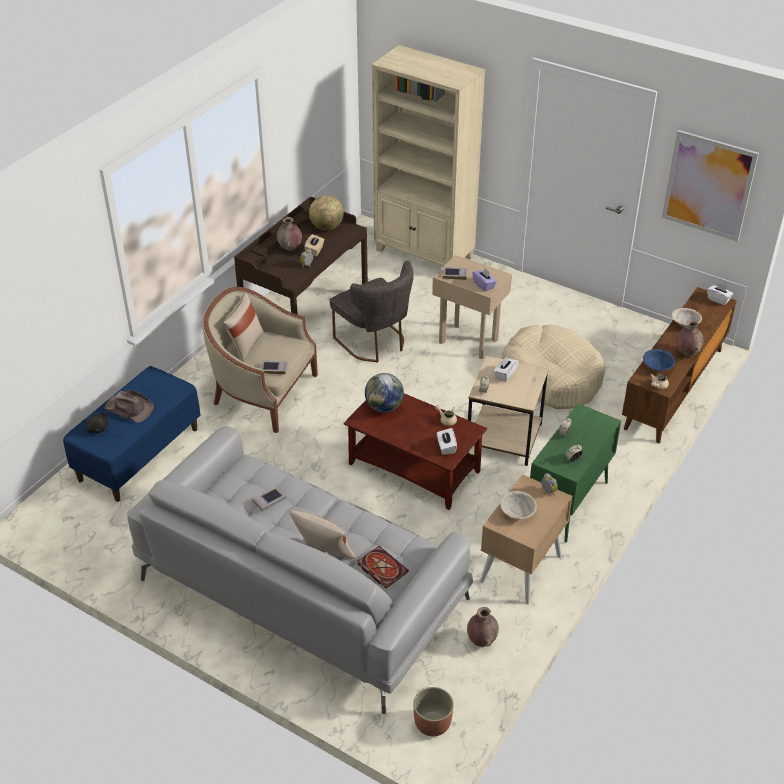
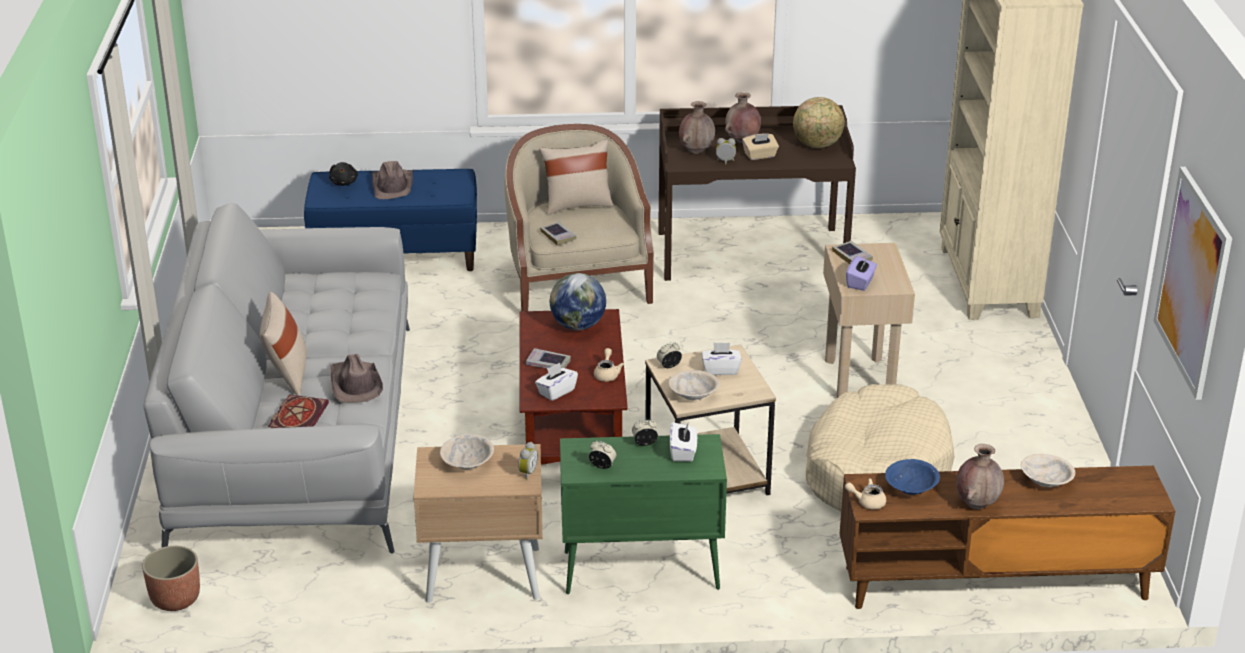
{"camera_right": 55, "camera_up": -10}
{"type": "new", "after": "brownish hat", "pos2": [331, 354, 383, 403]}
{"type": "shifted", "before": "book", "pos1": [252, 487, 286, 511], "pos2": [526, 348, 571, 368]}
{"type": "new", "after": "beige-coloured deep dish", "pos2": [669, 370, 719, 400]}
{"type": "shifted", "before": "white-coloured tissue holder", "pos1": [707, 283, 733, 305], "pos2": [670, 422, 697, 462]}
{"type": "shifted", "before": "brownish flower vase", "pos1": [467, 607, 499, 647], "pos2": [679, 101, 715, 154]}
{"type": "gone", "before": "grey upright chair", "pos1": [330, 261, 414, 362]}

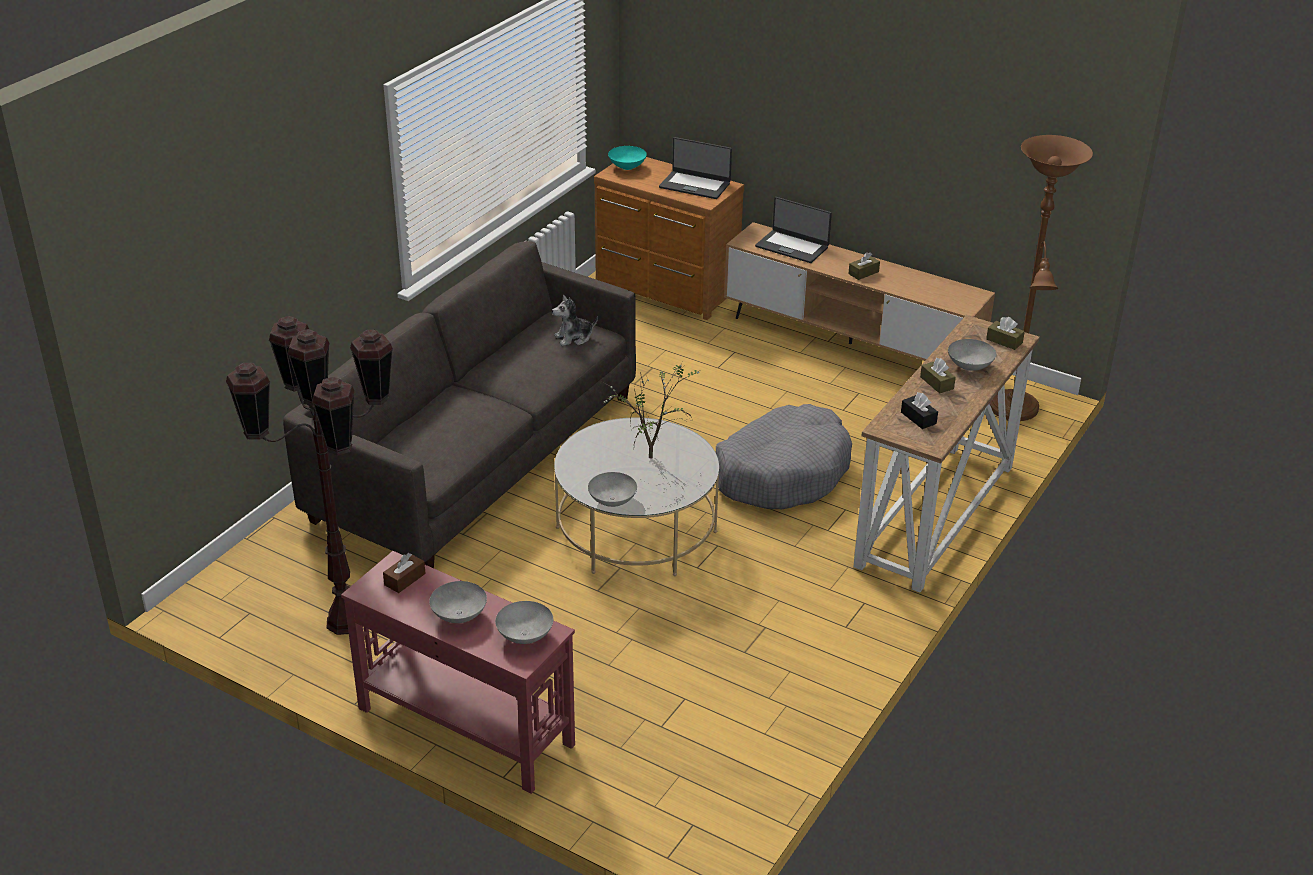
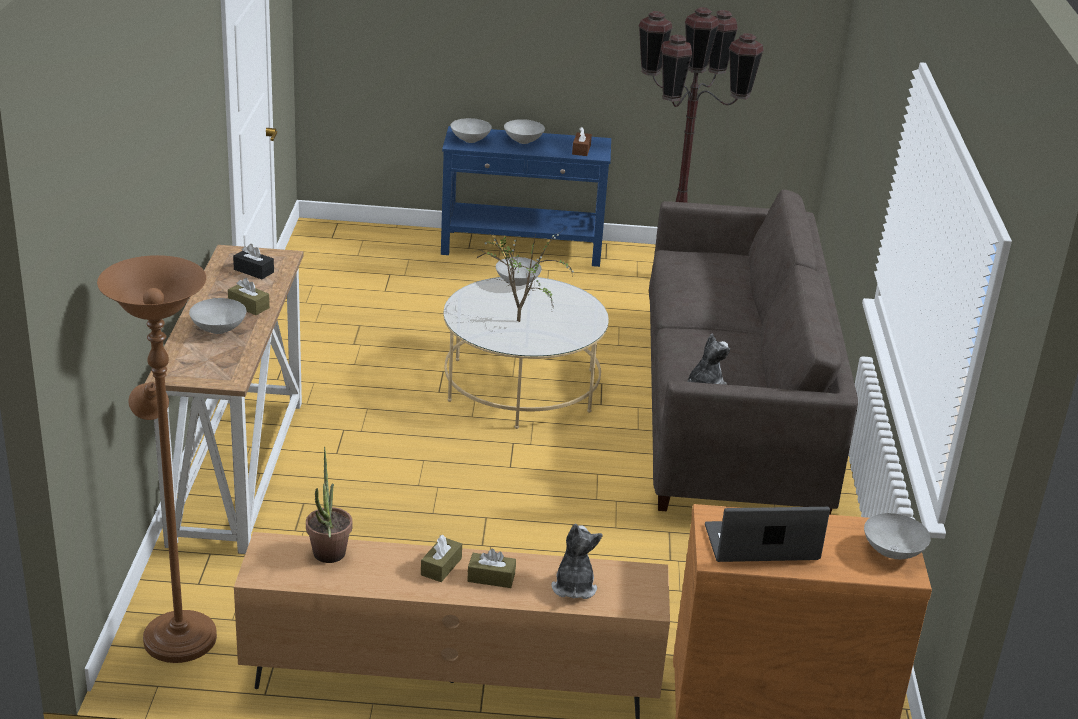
{"camera_right": 150, "camera_up": -5}
{"type": "new", "after": "potted plant", "pos2": [306, 447, 352, 563]}
{"type": "repainted", "before": "red-coloured console table", "after": "blue-coloured console table", "pos1": [341, 551, 575, 794], "pos2": [441, 126, 611, 267]}
{"type": "shifted", "before": "brownish tissue holder", "pos1": [986, 317, 1025, 350], "pos2": [467, 548, 516, 588]}
{"type": "swapped", "before": "portable computer", "after": "plush toy", "pos1": [755, 197, 832, 263], "pos2": [551, 524, 603, 599]}
{"type": "repainted", "before": "turquoise-coloured deep dish", "after": "grey deep dish", "pos1": [608, 146, 647, 170], "pos2": [864, 513, 931, 559]}
{"type": "gone", "before": "grey pet bed", "pos1": [716, 404, 852, 509]}

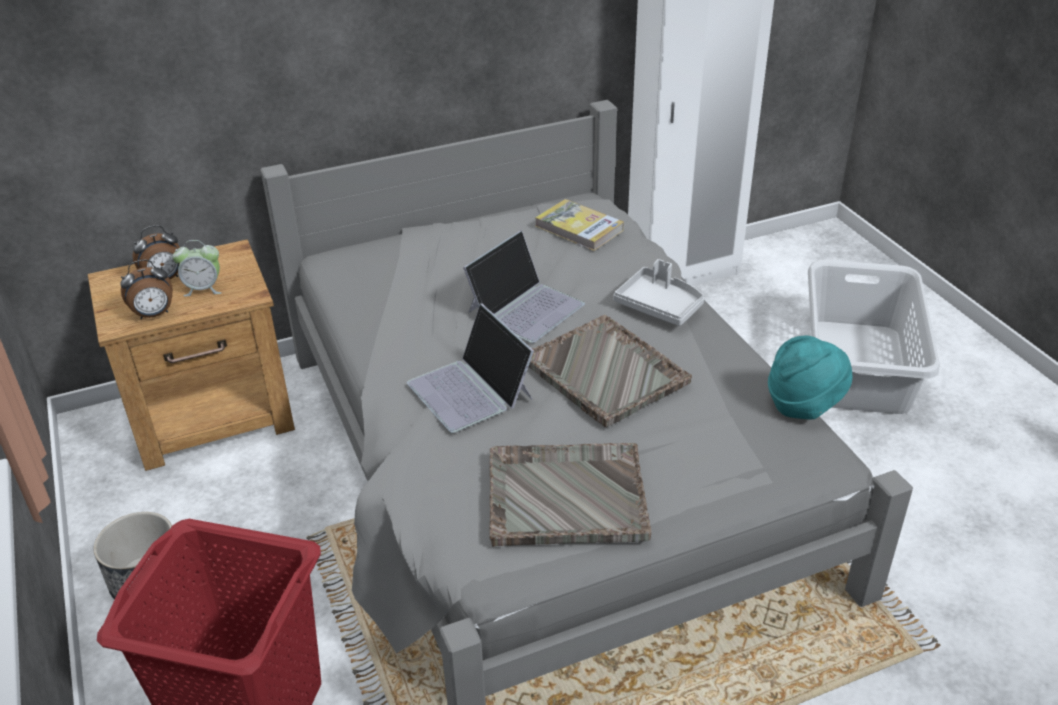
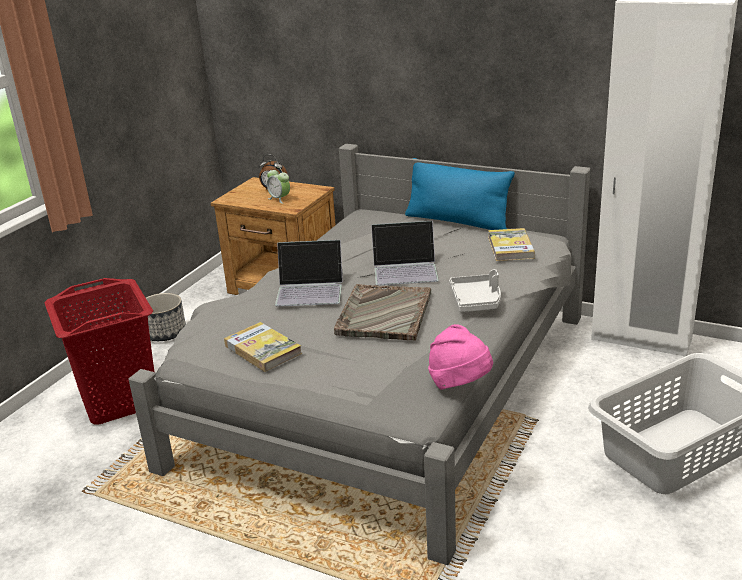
{"camera_right": 50, "camera_up": -10}
{"type": "swapped", "before": "grey serving tray", "after": "book", "pos1": [489, 443, 651, 547], "pos2": [224, 322, 302, 372]}
{"type": "rotated", "before": "portable computer", "pos1": [407, 304, 534, 433], "pos2": [275, 240, 343, 307], "turn": -105}
{"type": "new", "after": "blue-coloured throw pillow", "pos2": [405, 158, 515, 230]}
{"type": "repainted", "before": "turquoise-coloured hat", "after": "pink hat", "pos1": [768, 336, 852, 420], "pos2": [428, 324, 493, 390]}
{"type": "gone", "before": "table clock", "pos1": [121, 259, 173, 319]}

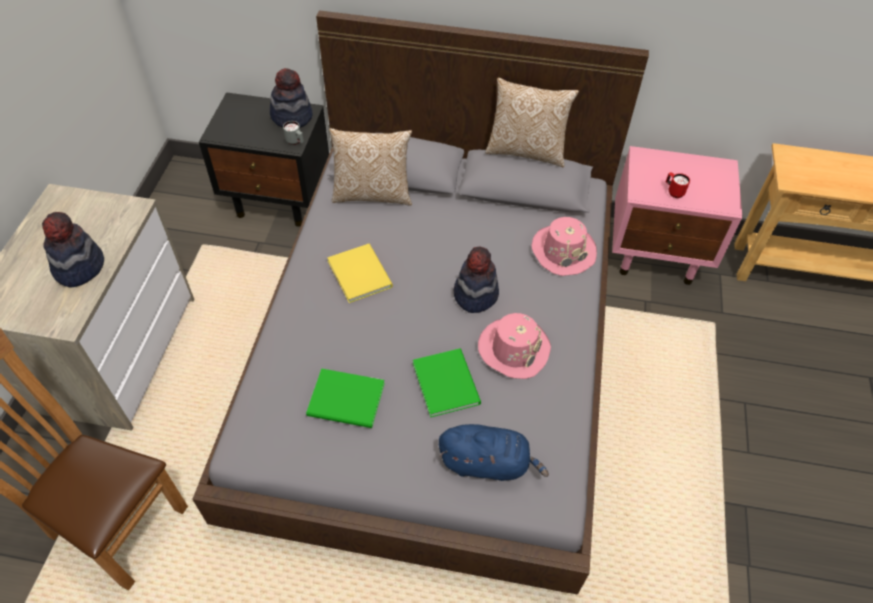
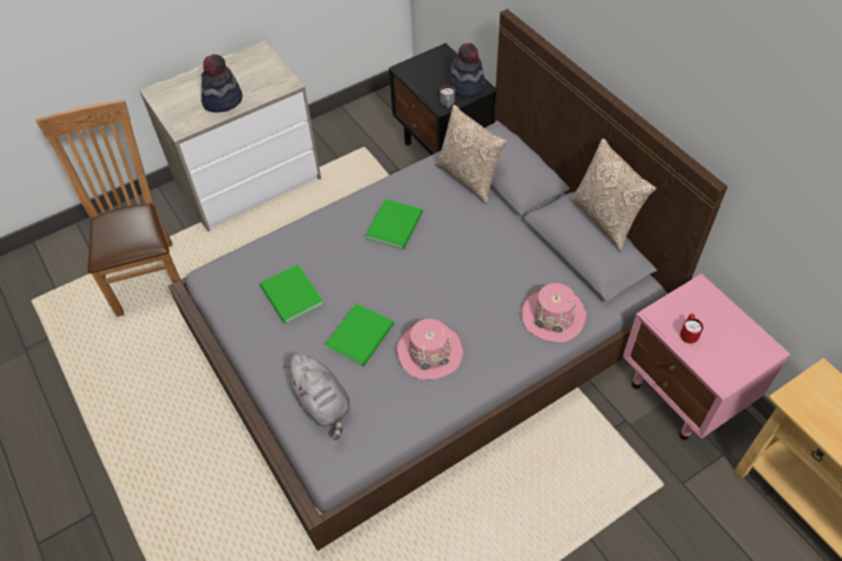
{"camera_right": 50, "camera_up": 0}
{"type": "repainted", "before": "blue-coloured plush toy", "after": "grey plush toy", "pos1": [439, 424, 549, 481], "pos2": [283, 354, 351, 440]}
{"type": "repainted", "before": "yellow-coloured book", "after": "green-coloured book", "pos1": [328, 244, 393, 303], "pos2": [365, 199, 423, 249]}
{"type": "gone", "before": "hat", "pos1": [454, 247, 499, 313]}

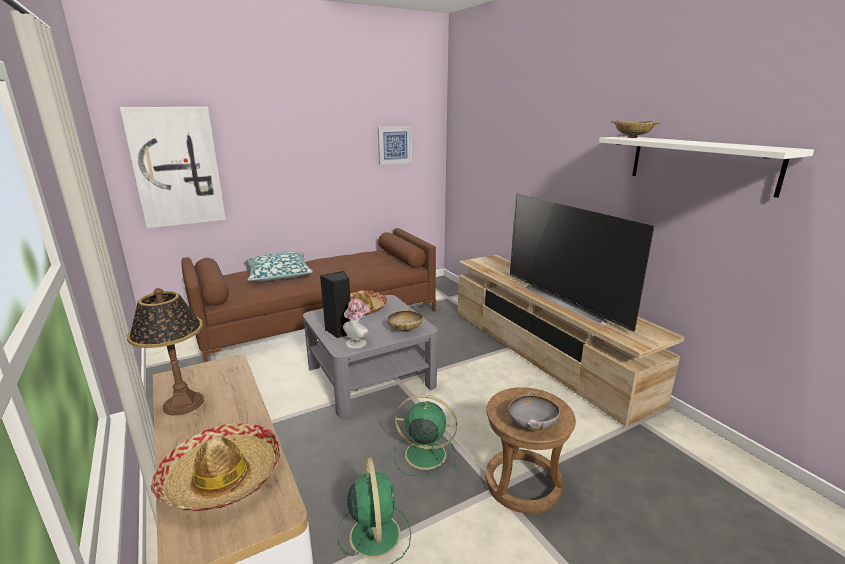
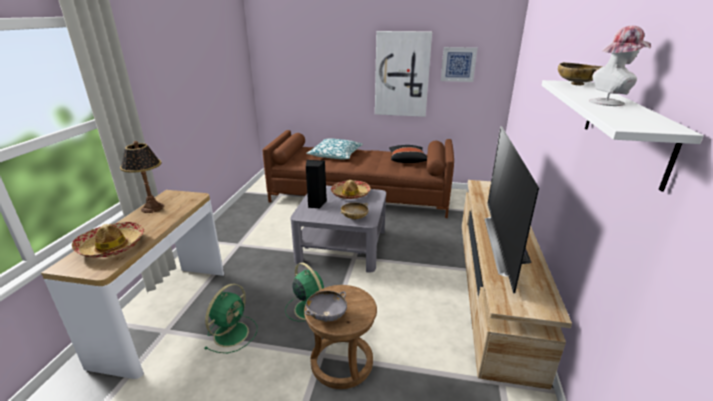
{"camera_right": 40, "camera_up": 5}
{"type": "shifted", "before": "wall art", "pos1": [120, 107, 226, 228], "pos2": [375, 31, 432, 117]}
{"type": "new", "after": "blackish throw pillow", "pos2": [389, 145, 427, 163]}
{"type": "shifted", "before": "hat", "pos1": [343, 299, 370, 349], "pos2": [589, 26, 651, 106]}

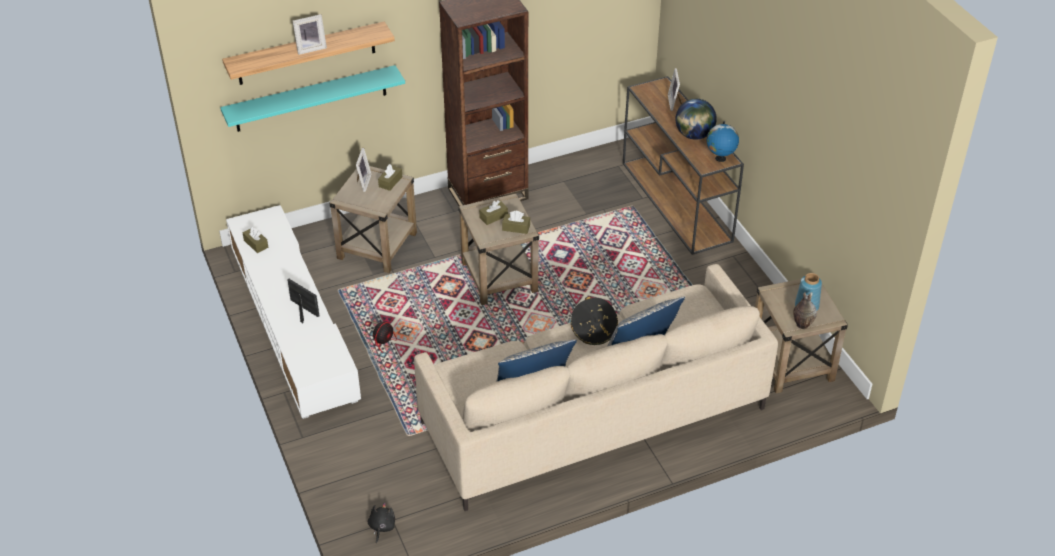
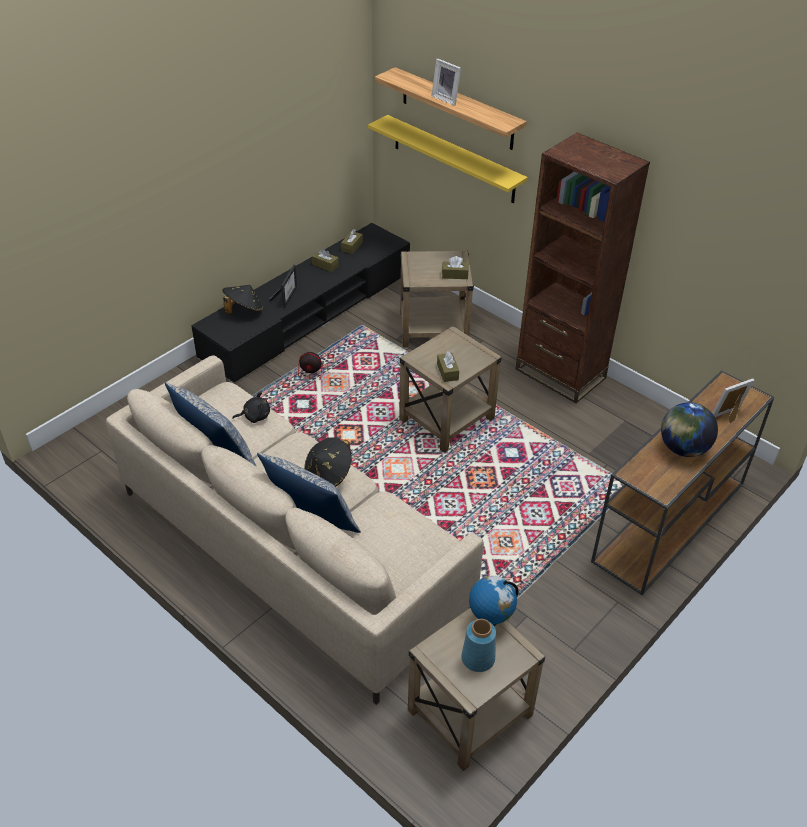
{"camera_right": 65, "camera_up": 0}
{"type": "repainted", "before": "white-coloured media console", "after": "blackish media console", "pos1": [226, 205, 361, 419], "pos2": [191, 223, 410, 383]}
{"type": "new", "after": "blackish hat", "pos2": [222, 285, 263, 314]}
{"type": "shifted", "before": "blackish plush toy", "pos1": [368, 503, 395, 544], "pos2": [232, 392, 270, 423]}
{"type": "shifted", "before": "brownish tissue holder", "pos1": [479, 200, 508, 225], "pos2": [312, 248, 339, 272]}
{"type": "repainted", "before": "turquoise-coloured shelf", "after": "yellow-coloured shelf", "pos1": [220, 65, 405, 132], "pos2": [368, 115, 528, 203]}
{"type": "shifted", "before": "desk globe", "pos1": [707, 121, 739, 162], "pos2": [469, 576, 518, 626]}
{"type": "gone", "before": "picture frame", "pos1": [356, 148, 372, 192]}
{"type": "gone", "before": "flower vase", "pos1": [793, 292, 817, 329]}

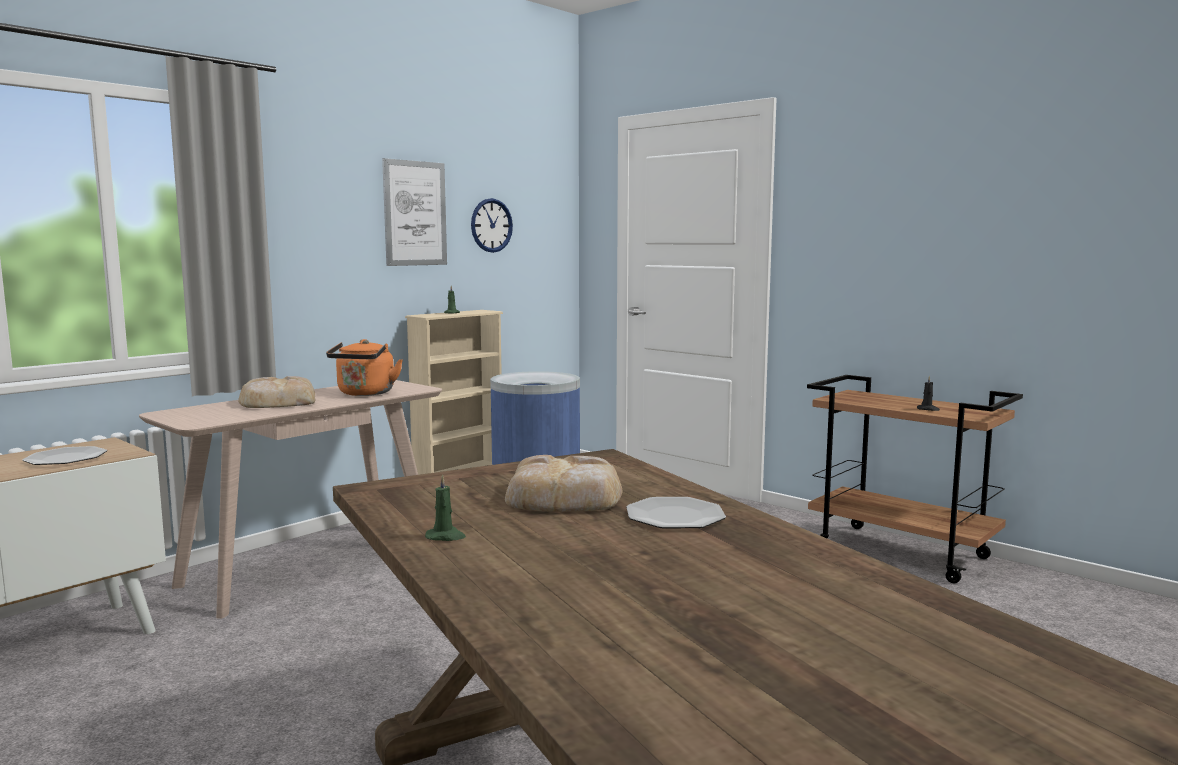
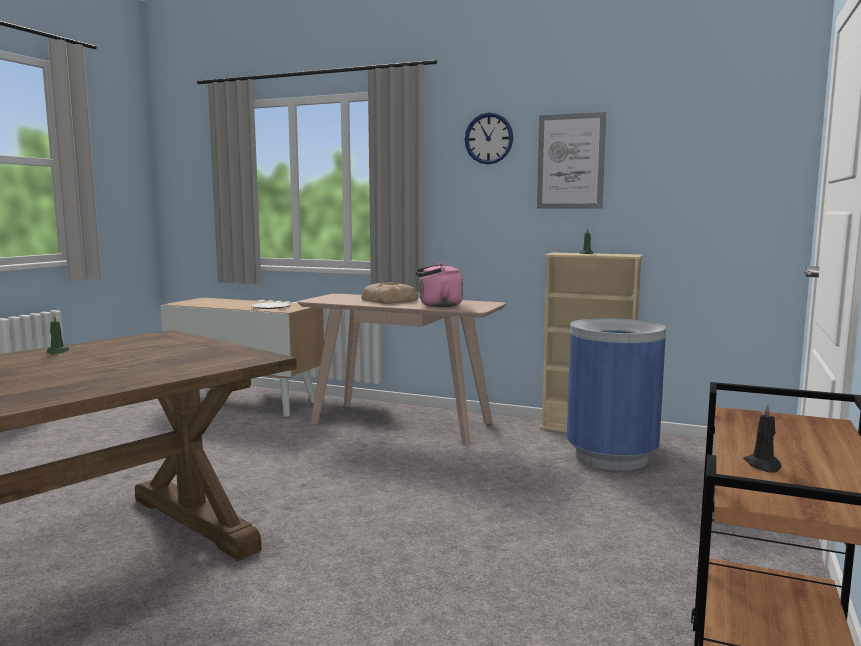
{"camera_right": 70, "camera_up": 0}
{"type": "repainted", "before": "orange-coloured water kettle", "after": "pink water kettle", "pos1": [326, 339, 403, 396], "pos2": [415, 263, 463, 307]}
{"type": "shifted", "before": "clock on the wall", "pos1": [471, 198, 513, 253], "pos2": [465, 112, 513, 165]}
{"type": "gone", "before": "bread", "pos1": [505, 455, 622, 512]}
{"type": "gone", "before": "plate", "pos1": [626, 497, 726, 529]}

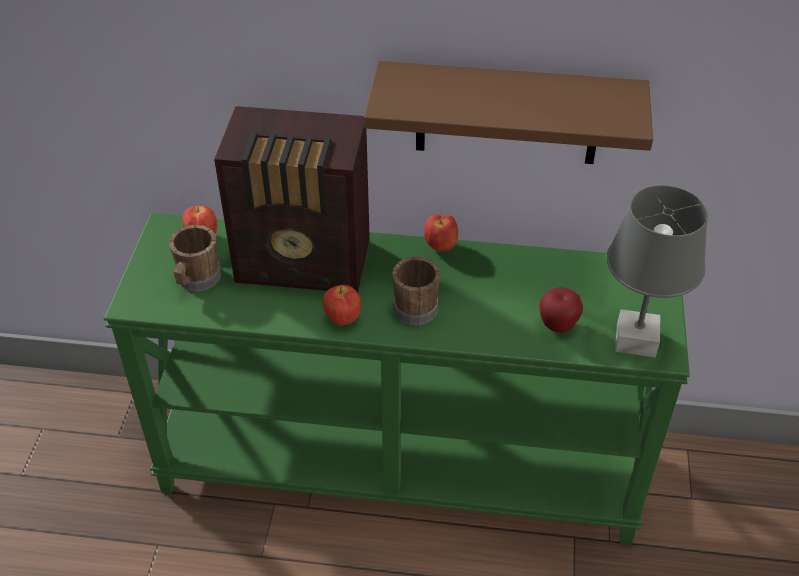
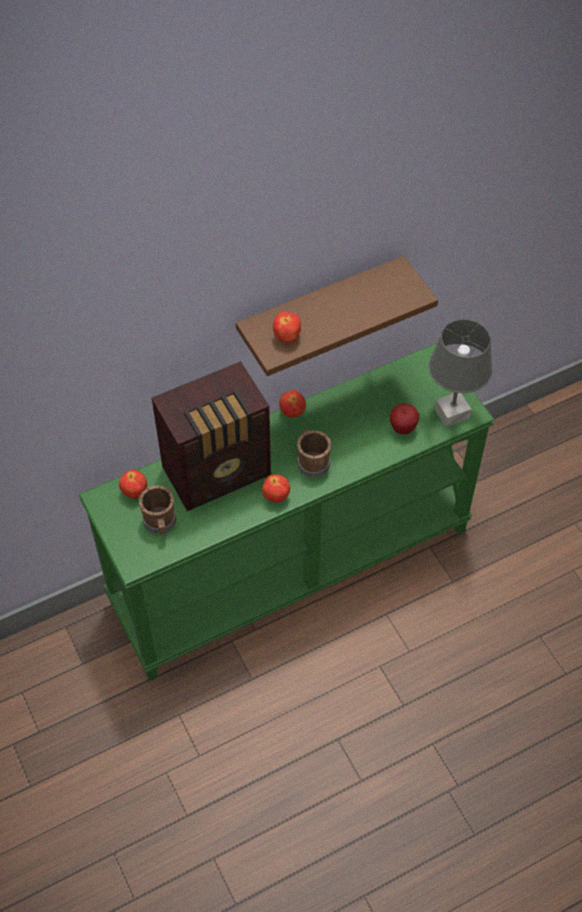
{"camera_right": -35, "camera_up": 10}
{"type": "new", "after": "whole apple", "pos2": [273, 311, 301, 343]}

